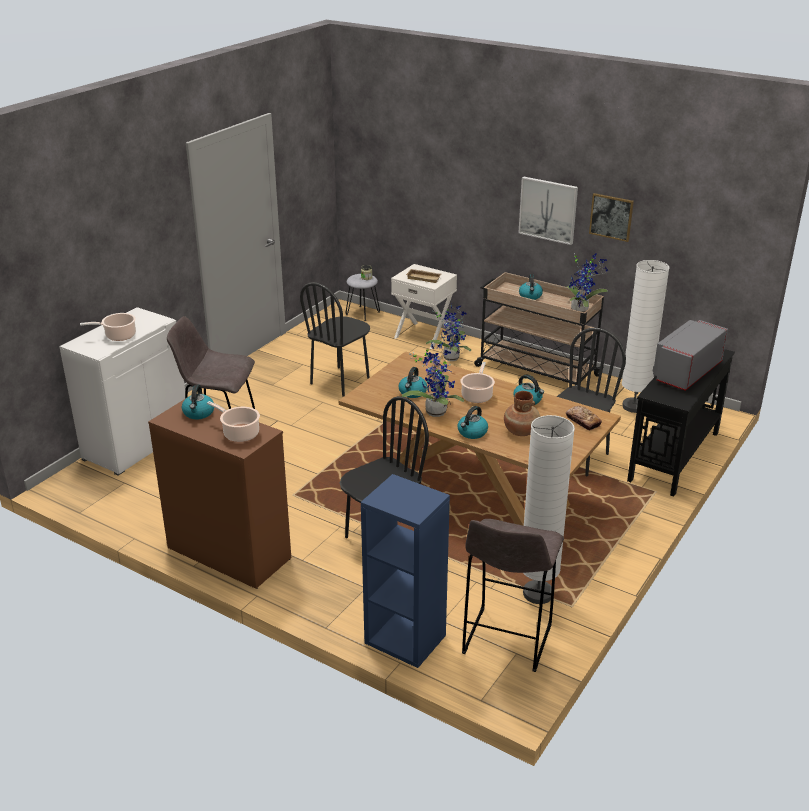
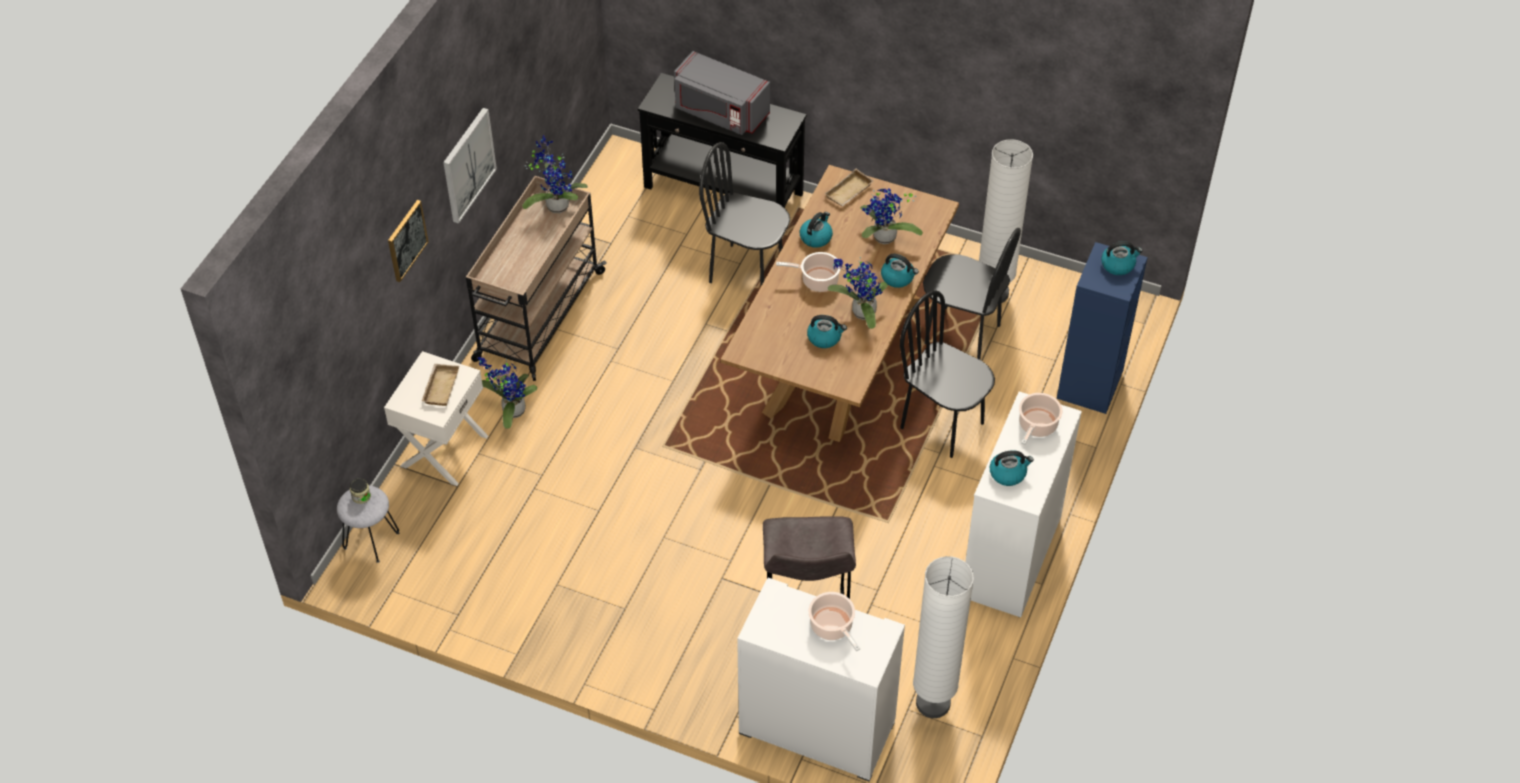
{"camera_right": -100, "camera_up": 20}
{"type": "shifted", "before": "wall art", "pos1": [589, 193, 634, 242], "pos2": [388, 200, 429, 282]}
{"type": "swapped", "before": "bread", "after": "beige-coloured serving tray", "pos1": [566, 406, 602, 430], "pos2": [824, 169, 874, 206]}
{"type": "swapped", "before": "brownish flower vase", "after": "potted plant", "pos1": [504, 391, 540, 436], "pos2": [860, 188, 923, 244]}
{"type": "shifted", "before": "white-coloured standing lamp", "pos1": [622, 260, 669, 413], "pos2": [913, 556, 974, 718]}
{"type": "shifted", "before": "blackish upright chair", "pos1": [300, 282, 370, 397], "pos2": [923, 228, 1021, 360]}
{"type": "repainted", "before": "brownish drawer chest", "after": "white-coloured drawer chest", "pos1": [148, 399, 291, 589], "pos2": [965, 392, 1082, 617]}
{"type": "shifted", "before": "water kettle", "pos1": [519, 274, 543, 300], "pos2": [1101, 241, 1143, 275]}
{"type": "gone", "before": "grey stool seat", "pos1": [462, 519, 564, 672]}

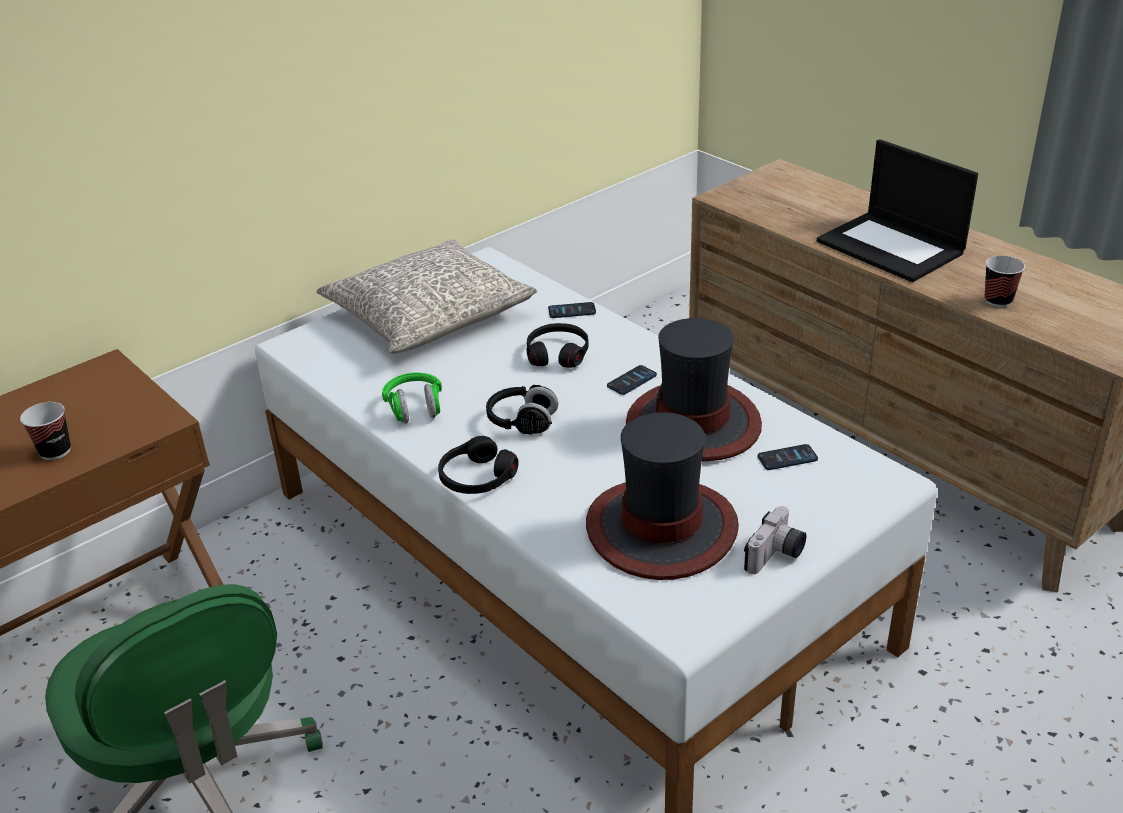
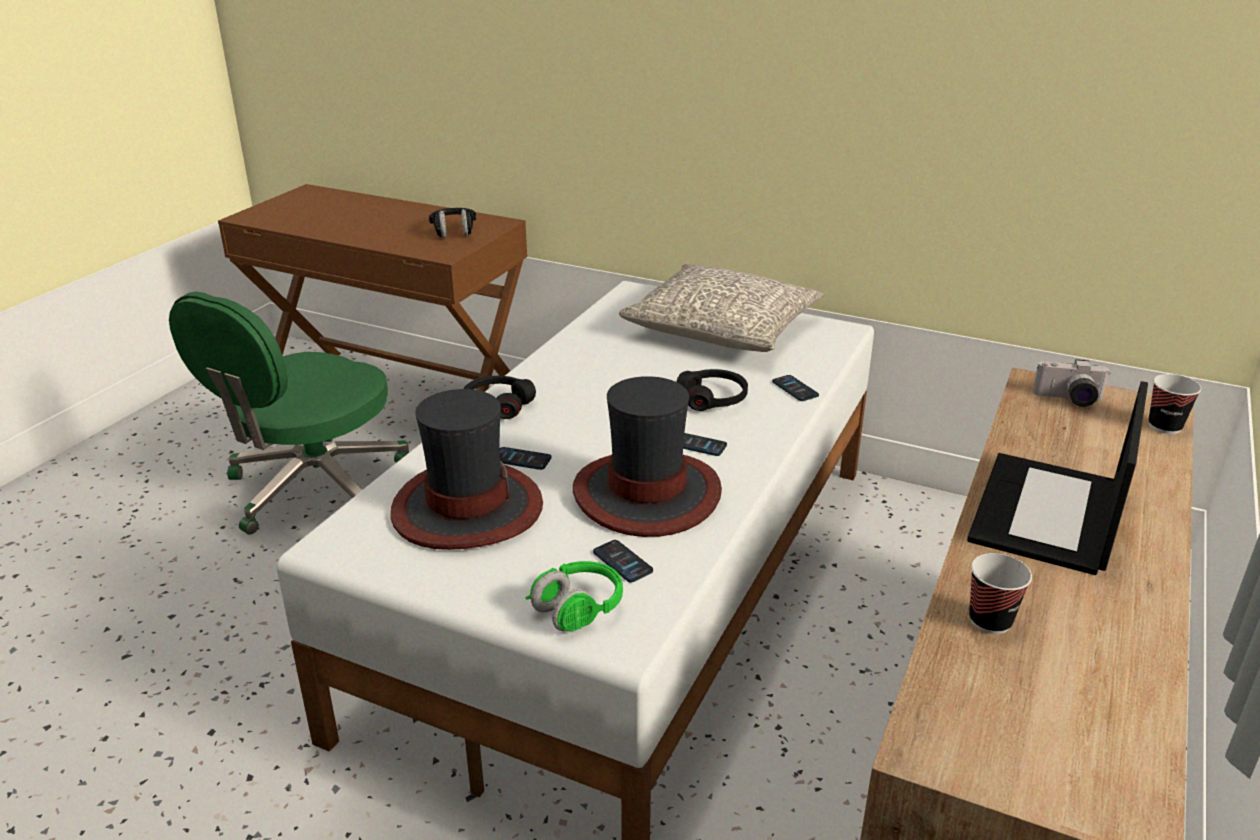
{"camera_right": 65, "camera_up": -5}
{"type": "shifted", "before": "blackish pair of headphones", "pos1": [486, 385, 558, 435], "pos2": [429, 208, 477, 238]}
{"type": "new", "after": "phone", "pos2": [500, 447, 551, 470]}
{"type": "shifted", "before": "green-coloured pair of headphones", "pos1": [382, 372, 442, 424], "pos2": [526, 561, 623, 631]}
{"type": "shifted", "before": "photo camera", "pos1": [744, 506, 806, 574], "pos2": [1032, 359, 1111, 407]}
{"type": "shifted", "before": "drinking cup", "pos1": [20, 402, 71, 460], "pos2": [1149, 374, 1202, 434]}

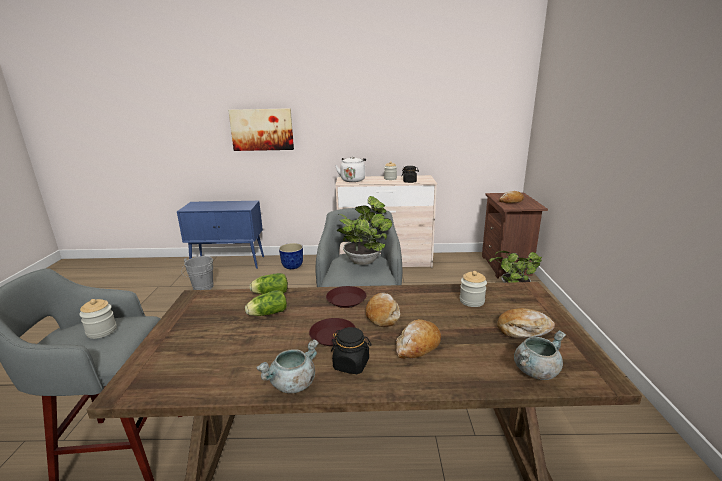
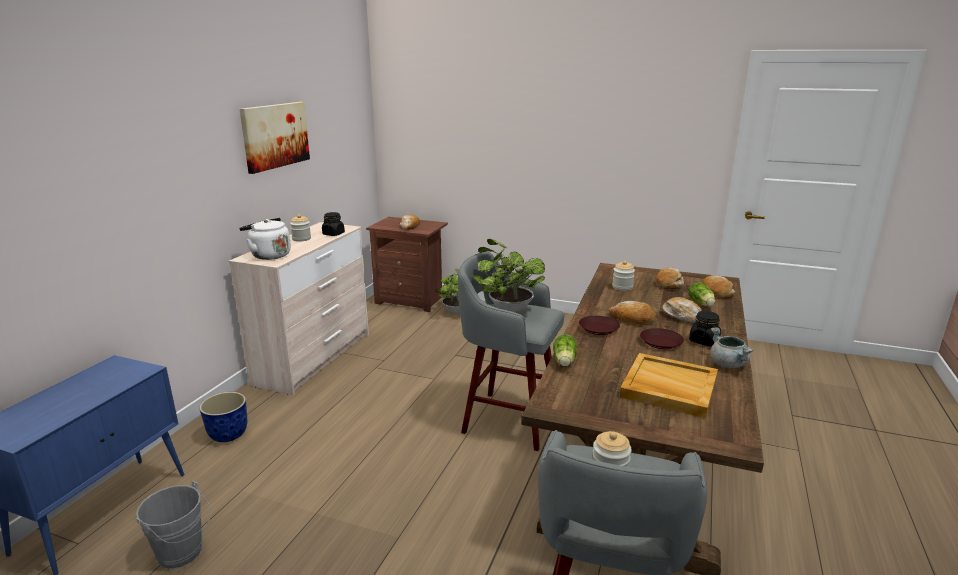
{"camera_right": -70, "camera_up": 0}
{"type": "shifted", "before": "wall art", "pos1": [228, 108, 294, 151], "pos2": [240, 102, 310, 174]}
{"type": "new", "after": "beige-coloured serving tray", "pos2": [619, 353, 718, 418]}
{"type": "shifted", "before": "head of lettuce", "pos1": [245, 290, 287, 316], "pos2": [688, 282, 715, 306]}
{"type": "swapped", "before": "grey stockpot", "after": "bread", "pos1": [514, 330, 566, 380], "pos2": [702, 275, 735, 299]}

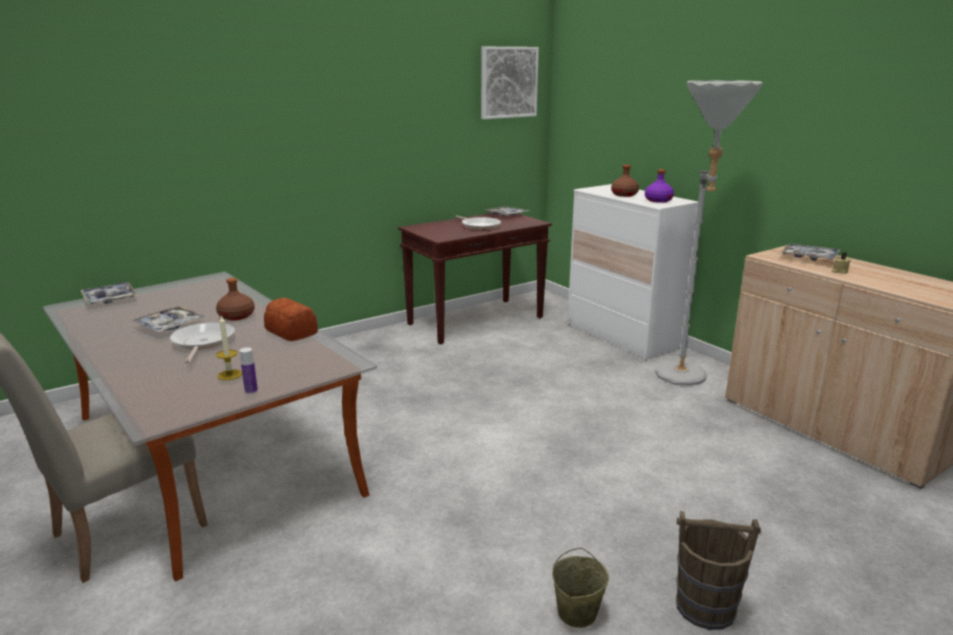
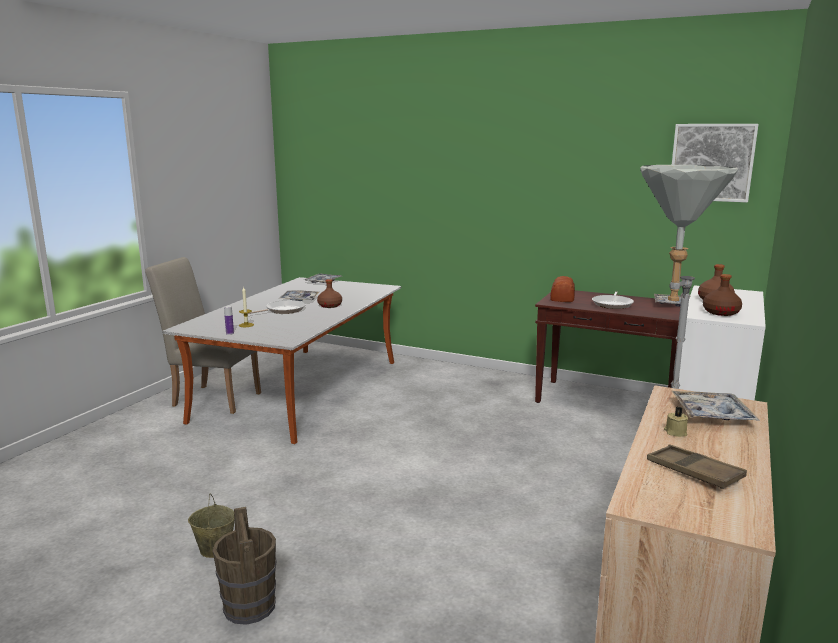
{"camera_right": 60, "camera_up": -5}
{"type": "shifted", "before": "bread", "pos1": [264, 298, 318, 341], "pos2": [550, 276, 575, 302]}
{"type": "new", "after": "brownish serving tray", "pos2": [647, 445, 747, 489]}
{"type": "repainted", "before": "purplish beverage bottle", "after": "brownish beverage bottle", "pos1": [645, 169, 674, 203], "pos2": [703, 274, 742, 316]}

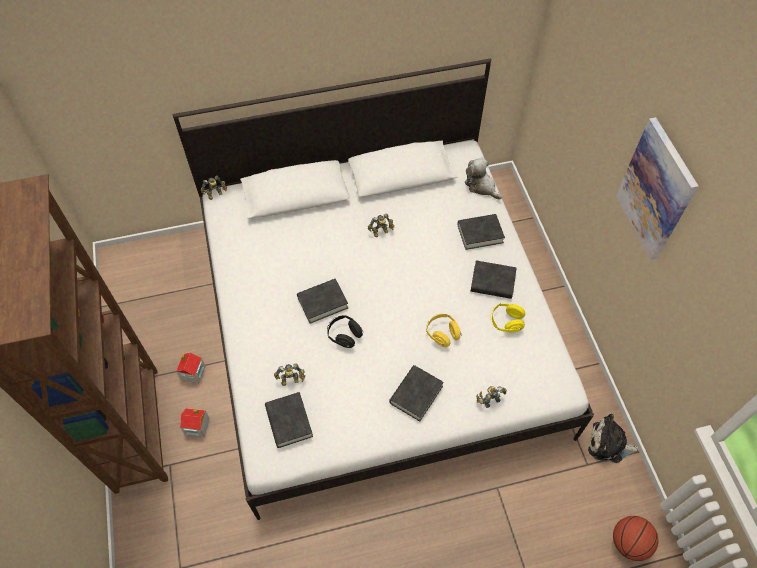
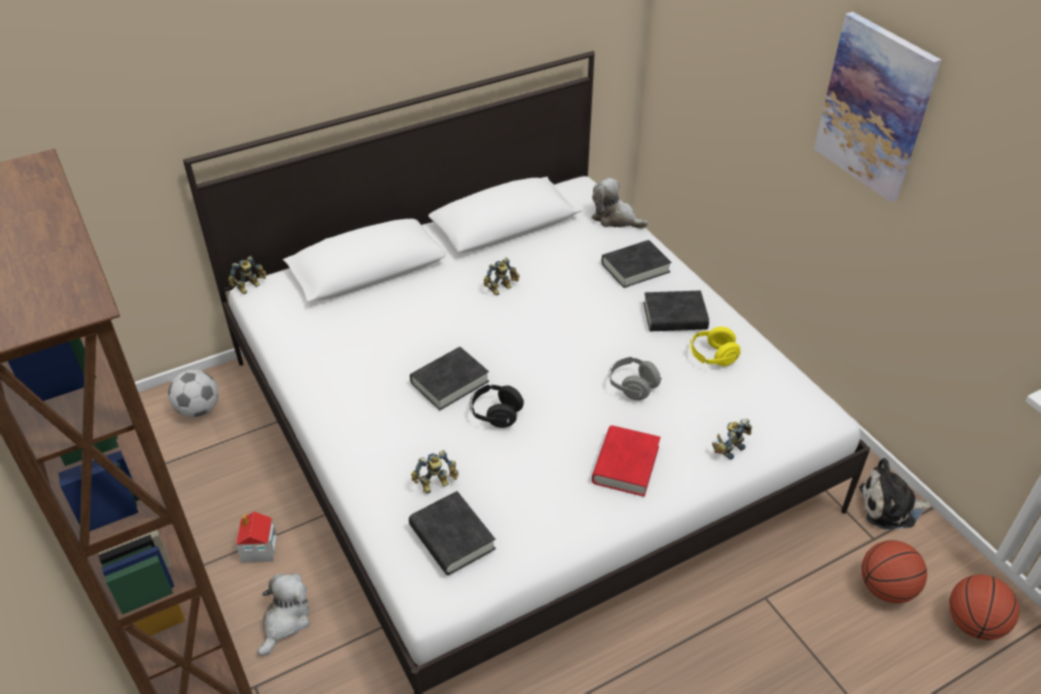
{"camera_right": -15, "camera_up": -15}
{"type": "new", "after": "football ball", "pos2": [168, 370, 218, 417]}
{"type": "swapped", "before": "miniature house", "after": "plush toy", "pos1": [180, 408, 210, 437], "pos2": [258, 573, 310, 656]}
{"type": "repainted", "before": "blackish book", "after": "red-coloured book", "pos1": [389, 365, 444, 422], "pos2": [592, 425, 660, 497]}
{"type": "repainted", "before": "yellow-coloured pair of headphones", "after": "grey pair of headphones", "pos1": [426, 314, 462, 347], "pos2": [609, 357, 662, 400]}
{"type": "new", "after": "ball for basketball", "pos2": [861, 540, 927, 603]}

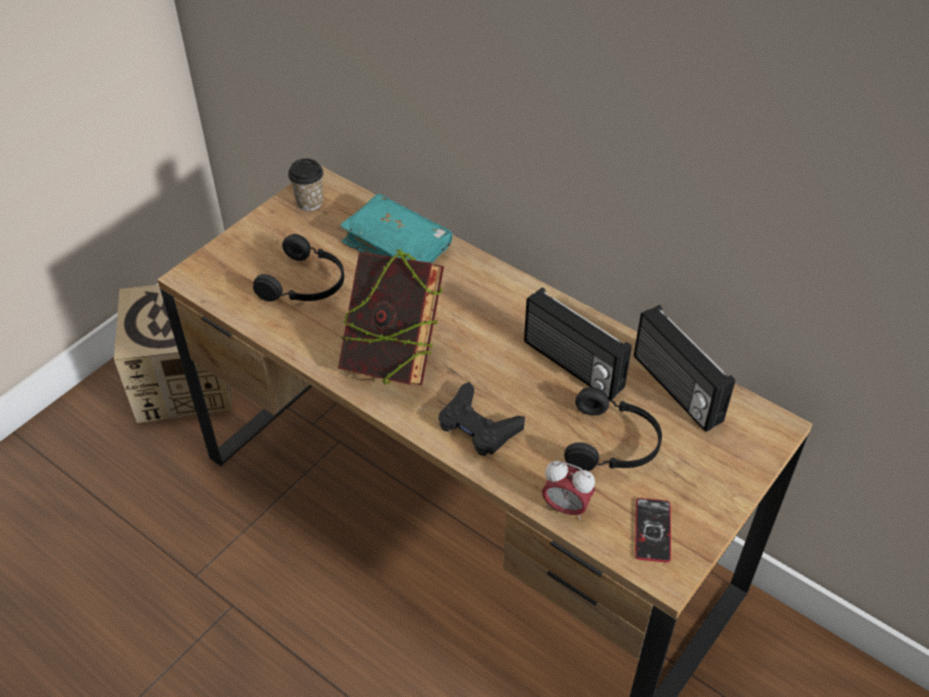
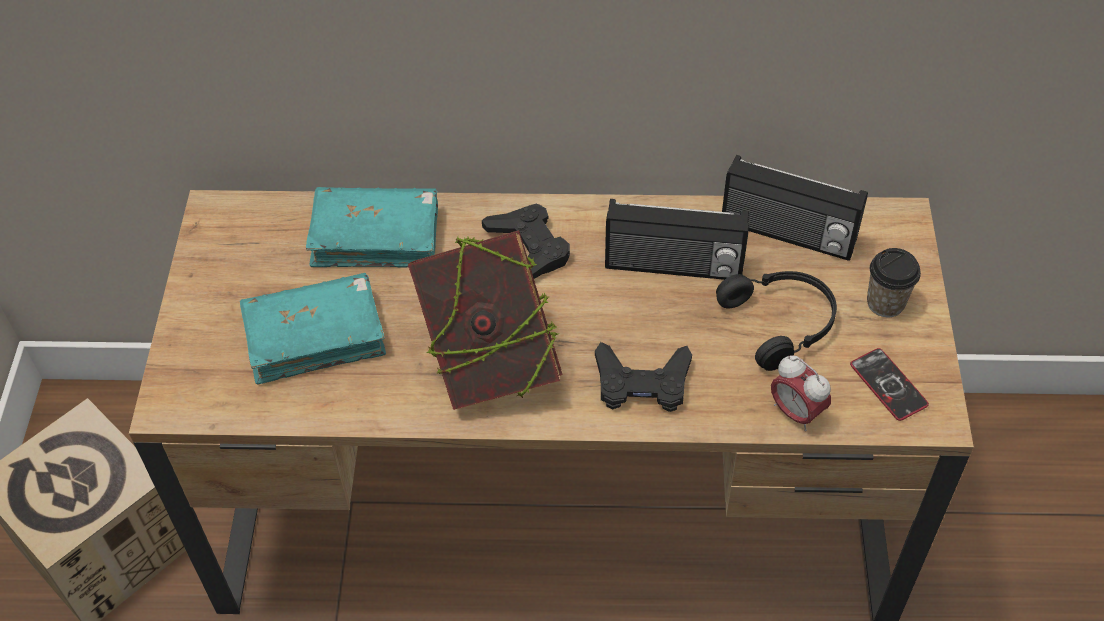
{"camera_right": -35, "camera_up": 5}
{"type": "swapped", "before": "blackish pair of headphones", "after": "turquoise-coloured book", "pos1": [253, 234, 344, 302], "pos2": [240, 273, 386, 385]}
{"type": "new", "after": "blackish joypad", "pos2": [482, 203, 570, 279]}
{"type": "rotated", "before": "table clock", "pos1": [542, 461, 595, 520], "pos2": [771, 355, 831, 431], "turn": 60}
{"type": "shifted", "before": "drinking cup", "pos1": [288, 159, 324, 211], "pos2": [867, 248, 921, 317]}

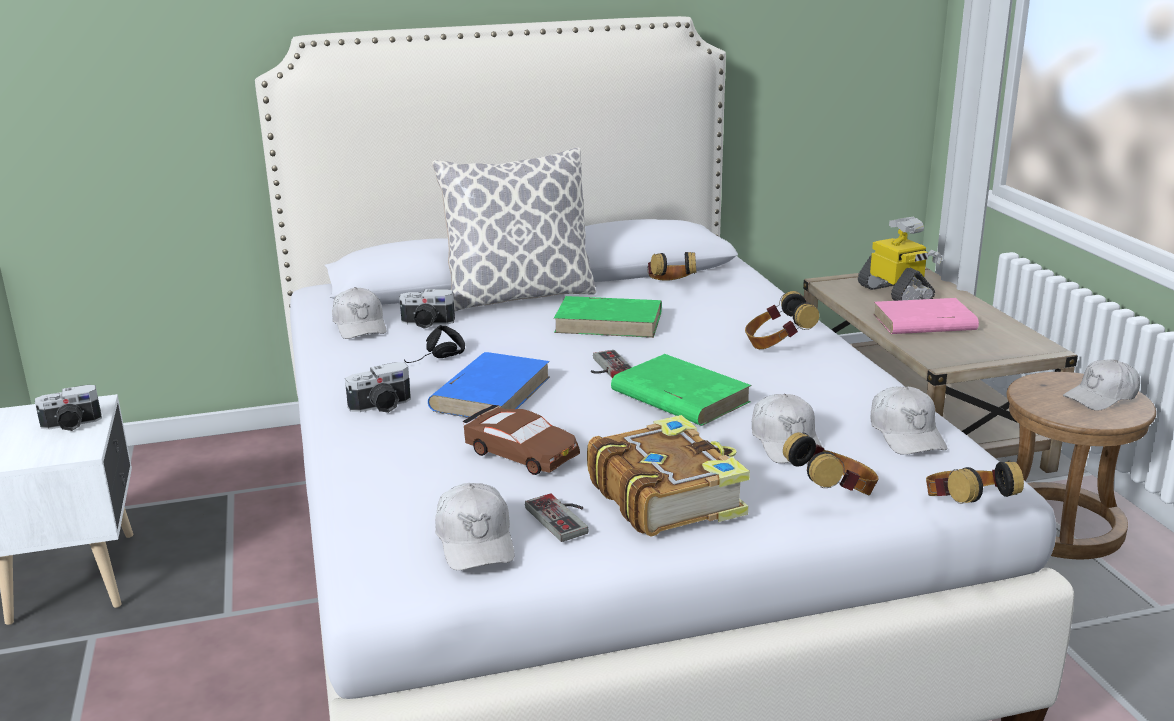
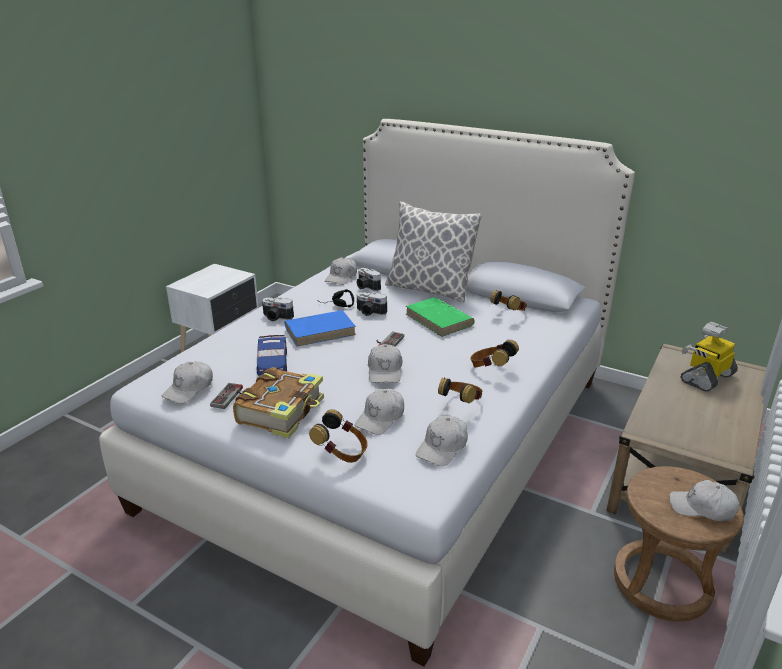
{"camera_right": 45, "camera_up": 5}
{"type": "repainted", "before": "brownish toy car", "after": "blue-coloured toy car", "pos1": [462, 405, 580, 475], "pos2": [257, 335, 287, 376]}
{"type": "shifted", "before": "photo camera", "pos1": [35, 385, 102, 431], "pos2": [357, 292, 387, 316]}
{"type": "swapped", "before": "green-coloured book", "after": "white-coloured baseball cap", "pos1": [611, 354, 752, 426], "pos2": [368, 344, 402, 383]}
{"type": "shifted", "before": "pair of headphones", "pos1": [926, 461, 1024, 504], "pos2": [438, 377, 483, 404]}
{"type": "rotated", "before": "model robot", "pos1": [858, 216, 942, 301], "pos2": [680, 322, 738, 391], "turn": -150}
{"type": "gone", "before": "pink book", "pos1": [873, 298, 979, 334]}

